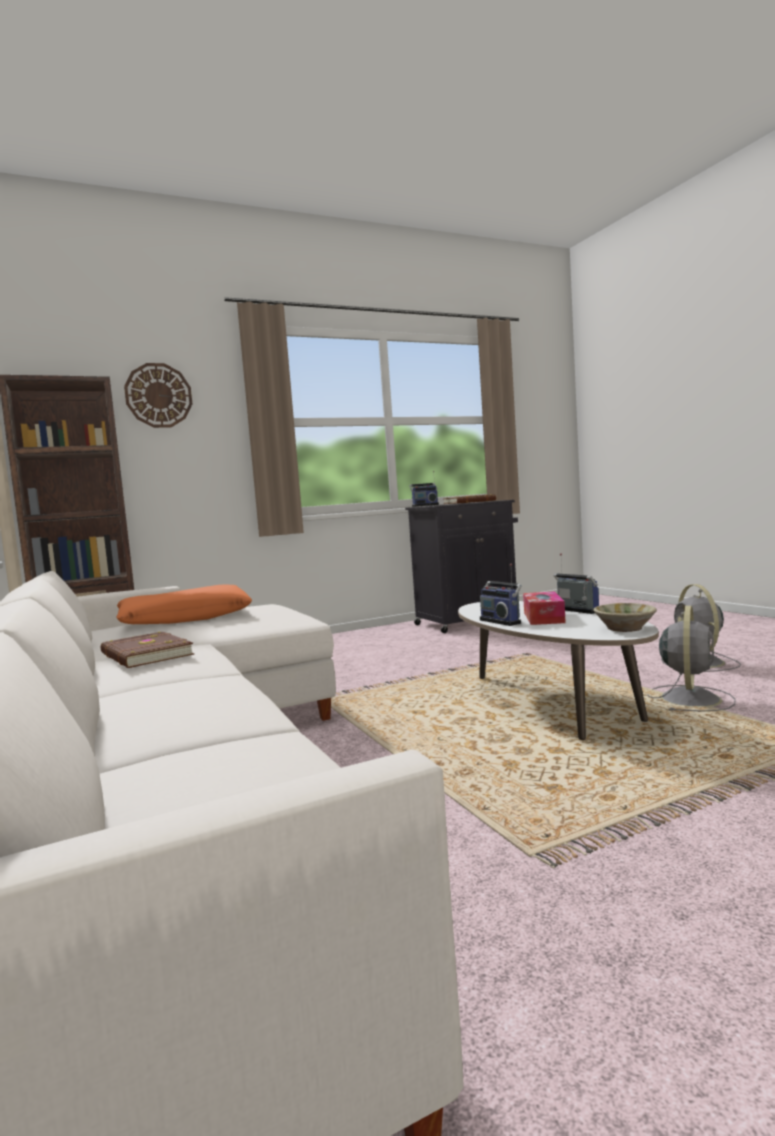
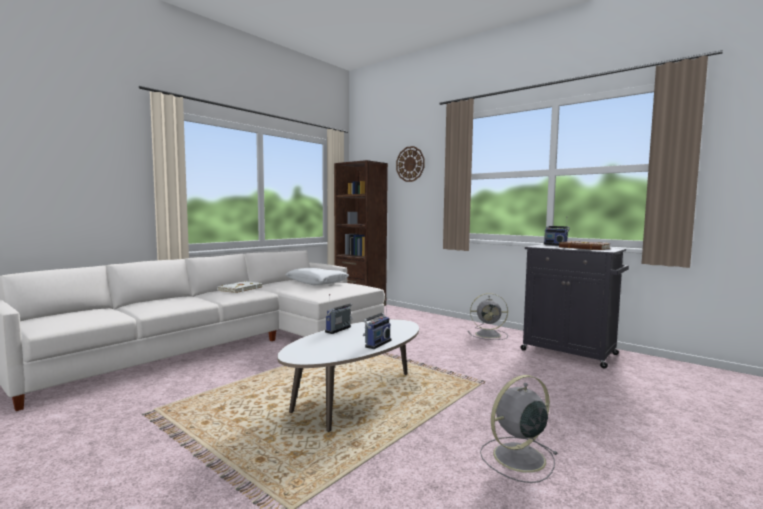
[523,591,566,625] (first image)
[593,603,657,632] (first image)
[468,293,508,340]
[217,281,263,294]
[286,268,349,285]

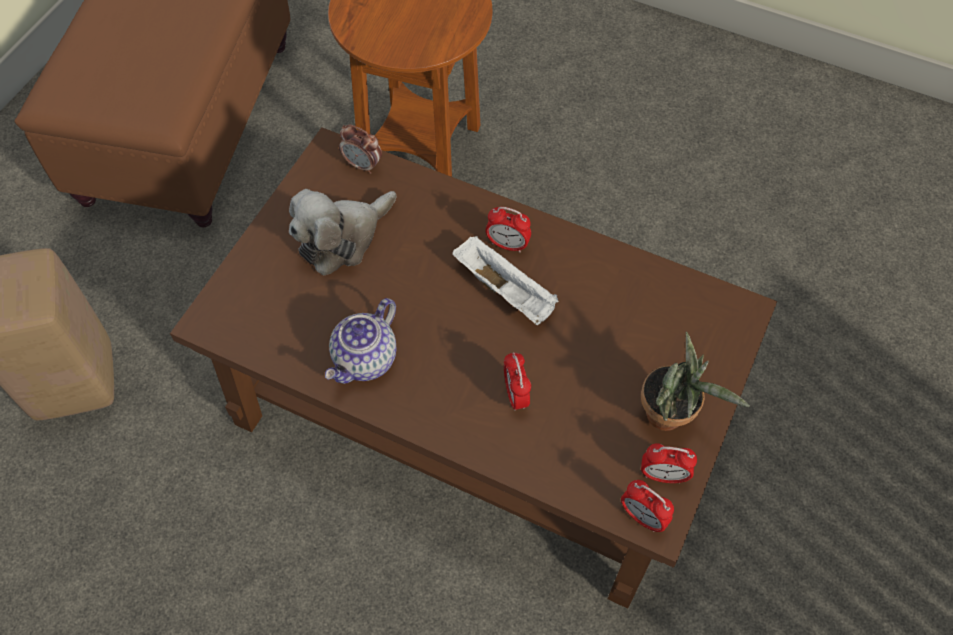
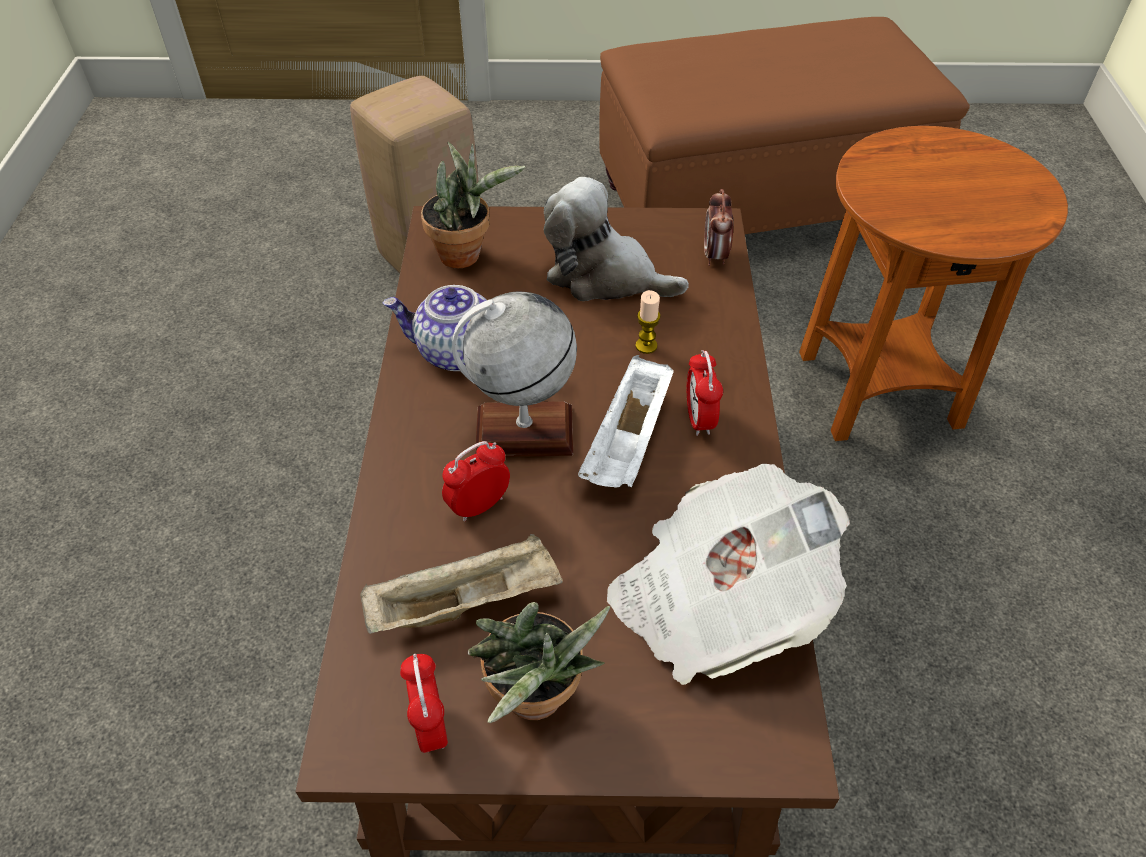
[621,480,674,532] (first image)
[360,534,563,634]
[421,142,526,268]
[452,291,577,457]
[607,464,850,685]
[635,290,661,354]

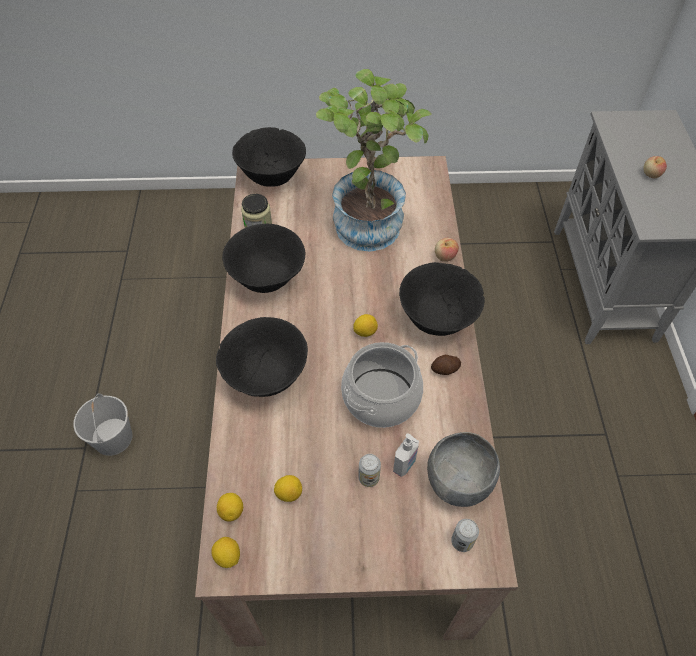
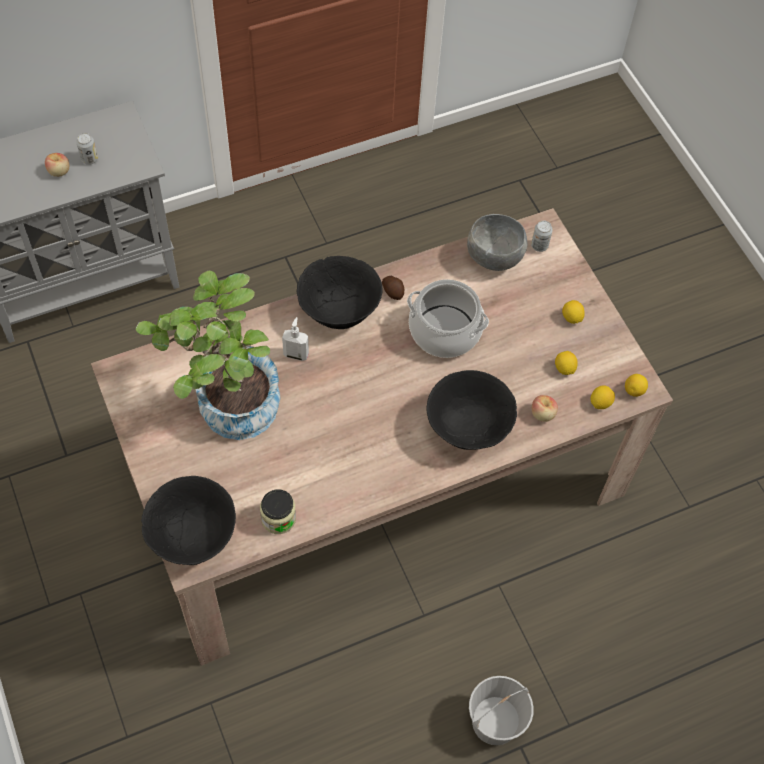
[222,224,305,293] (first image)
[562,300,585,324]
[76,133,98,165]
[282,317,309,361]
[532,395,558,422]

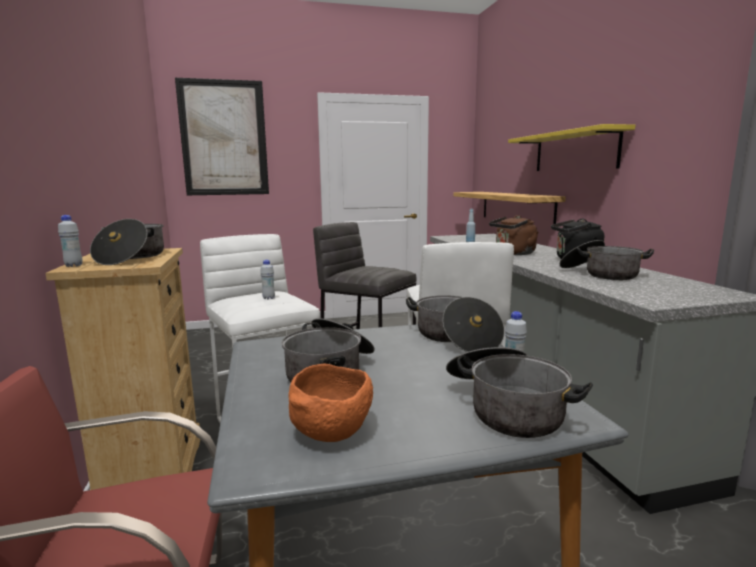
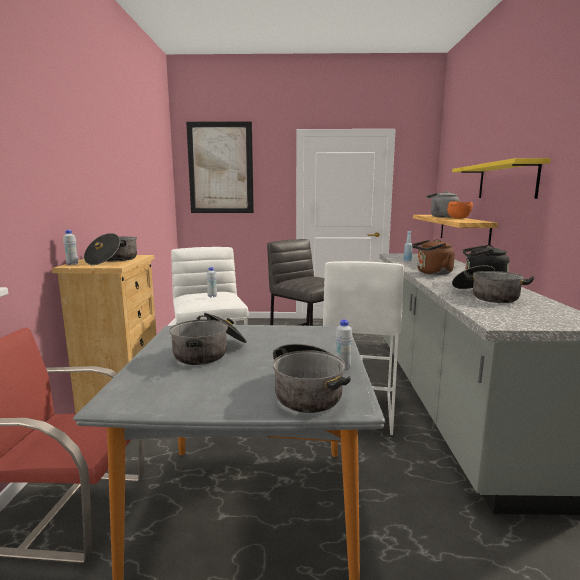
[406,295,505,352] (first image)
[427,191,459,217]
[447,201,473,219]

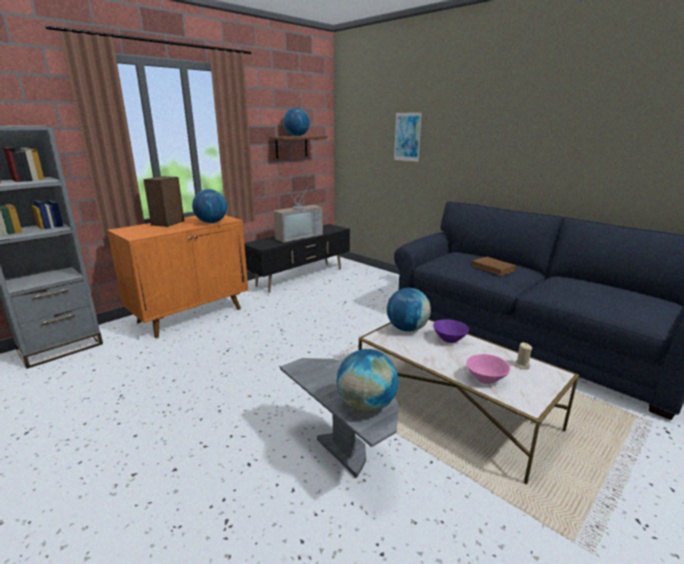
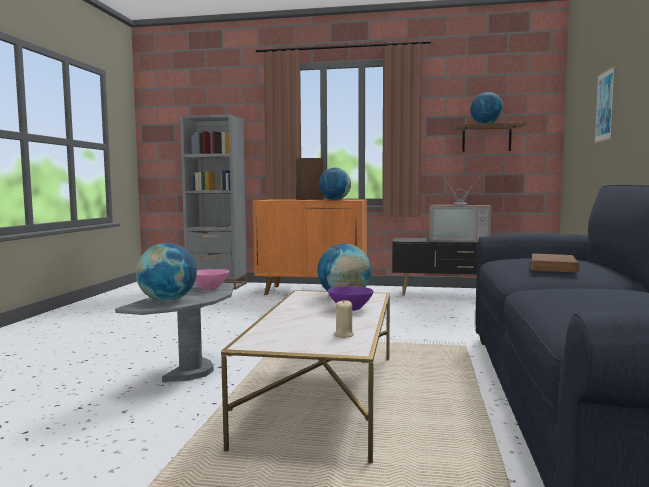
[195,269,229,290]

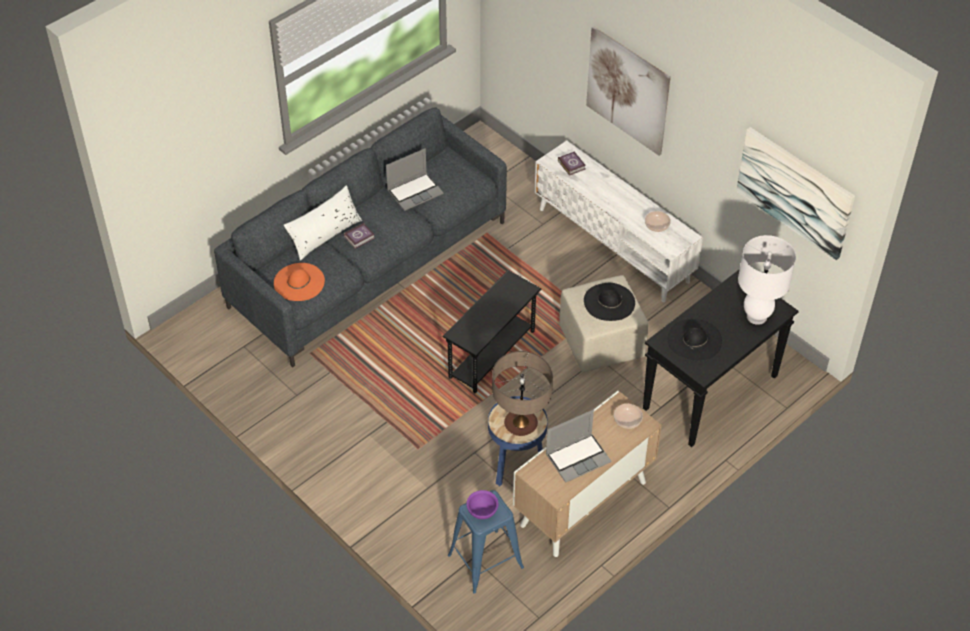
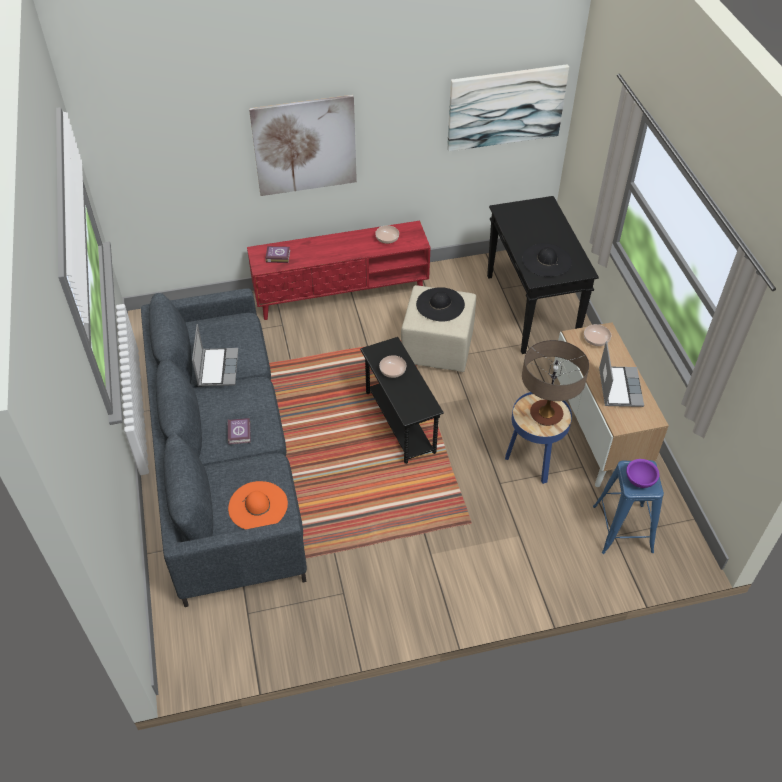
[284,185,362,261] (first image)
[738,235,796,325] (first image)
[379,355,406,378]
[247,221,431,320]

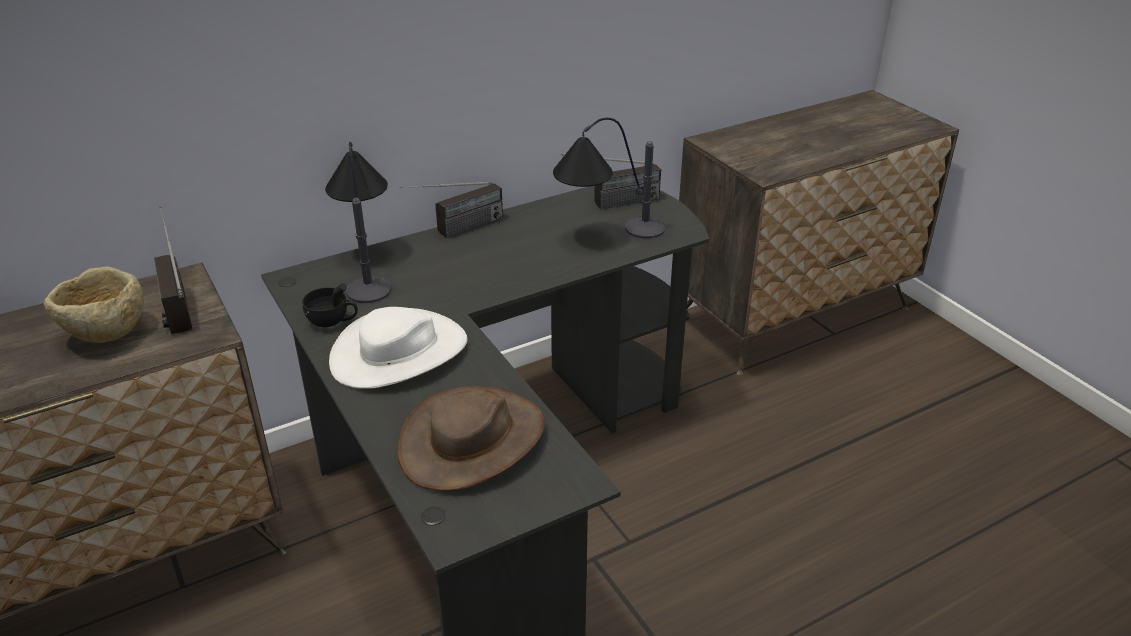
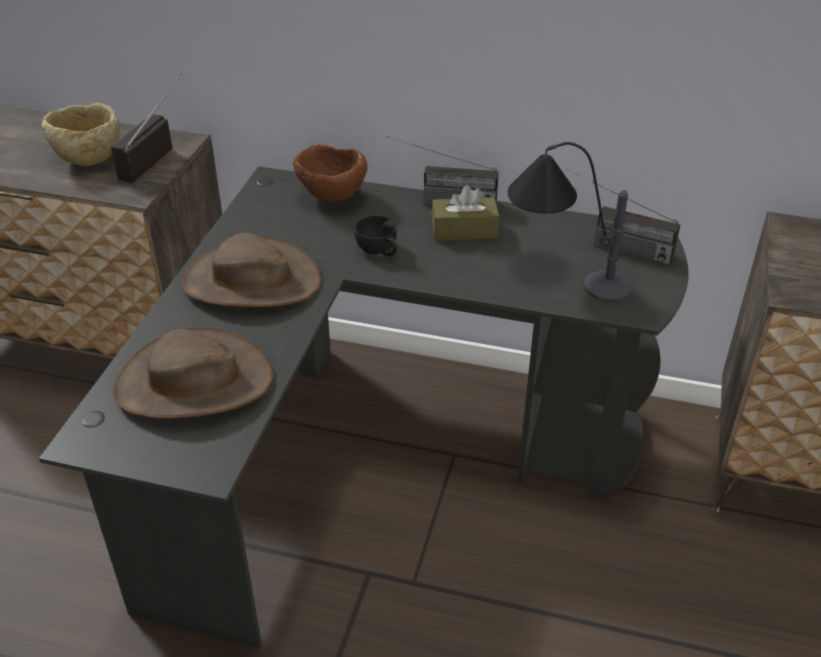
[431,185,499,241]
[354,215,397,256]
[293,144,368,201]
[182,233,322,307]

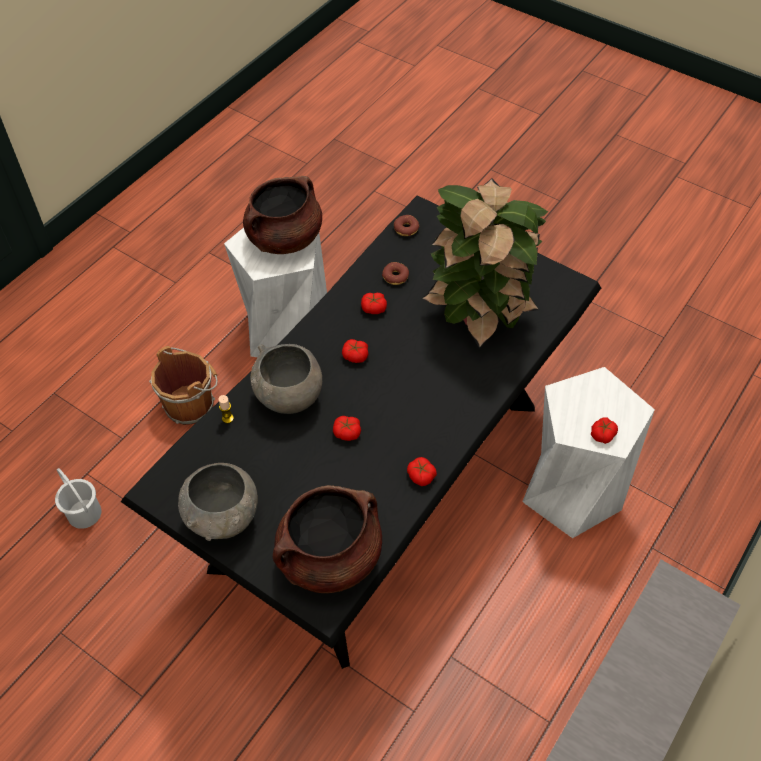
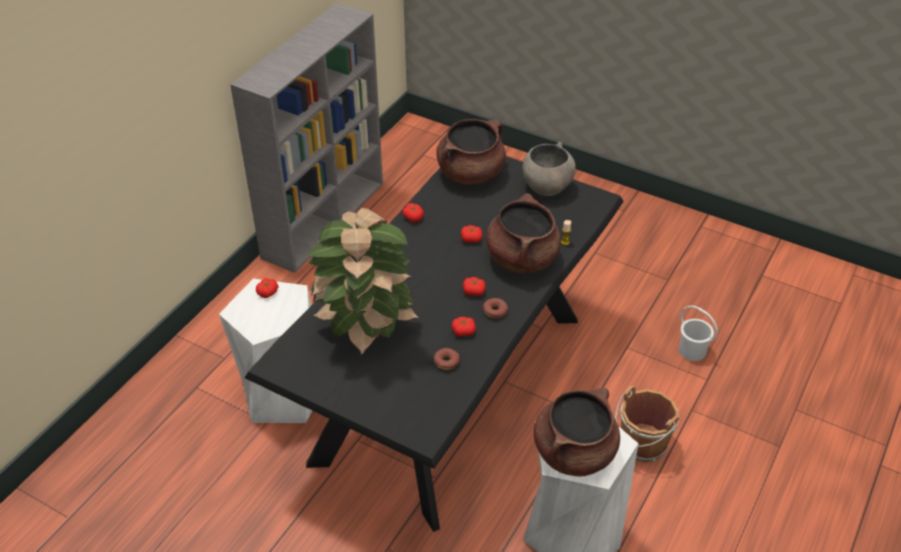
[483,298,508,319]
[486,193,561,273]

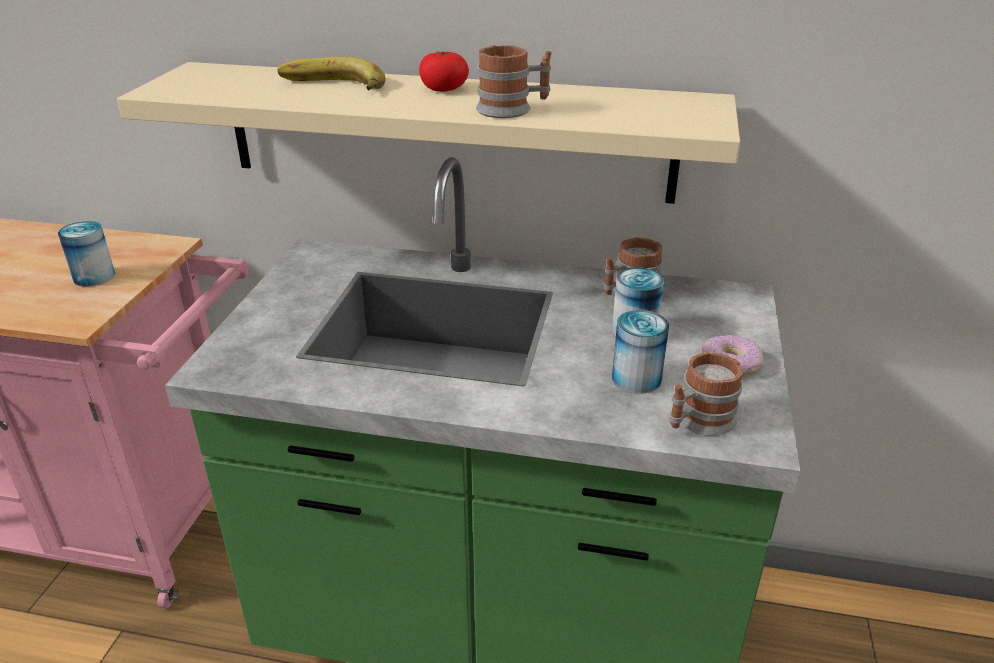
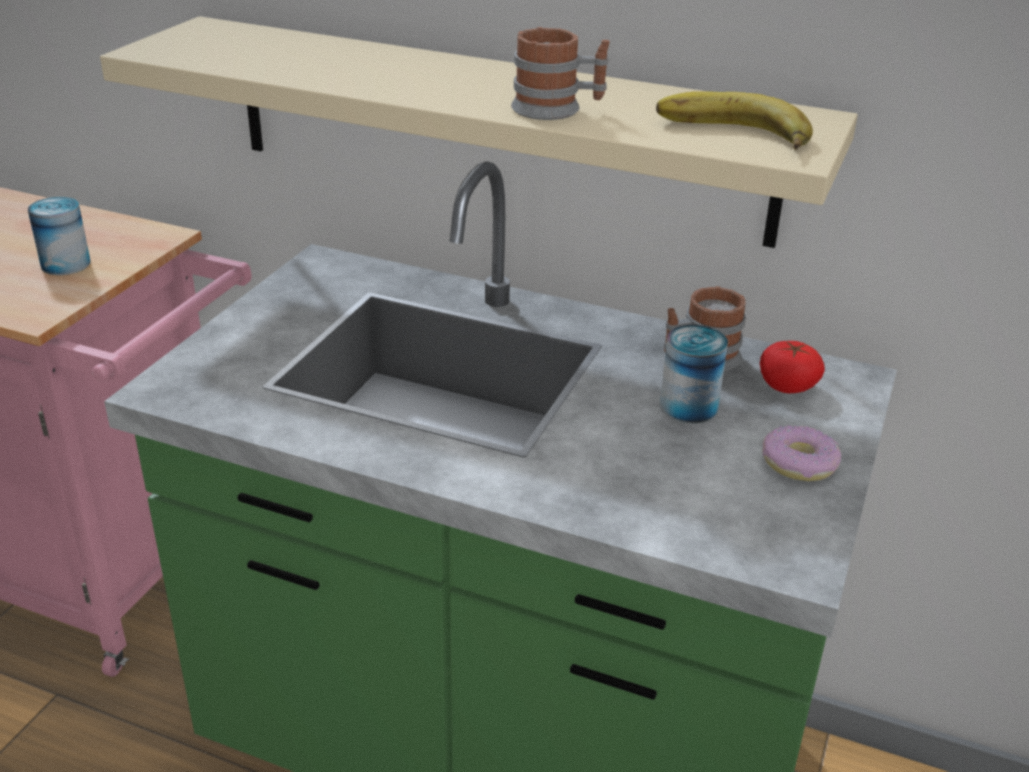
[612,310,669,394] (first image)
[669,352,743,436] (first image)
[656,91,813,150]
[760,341,825,393]

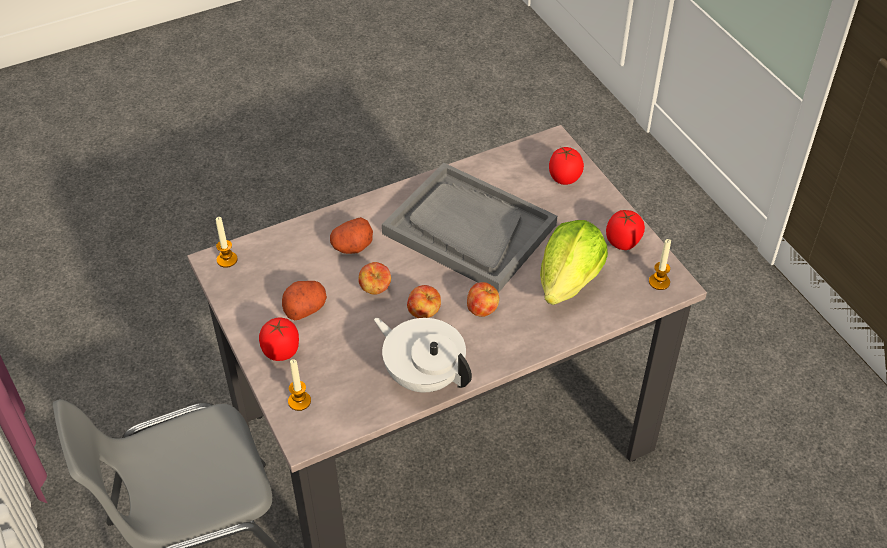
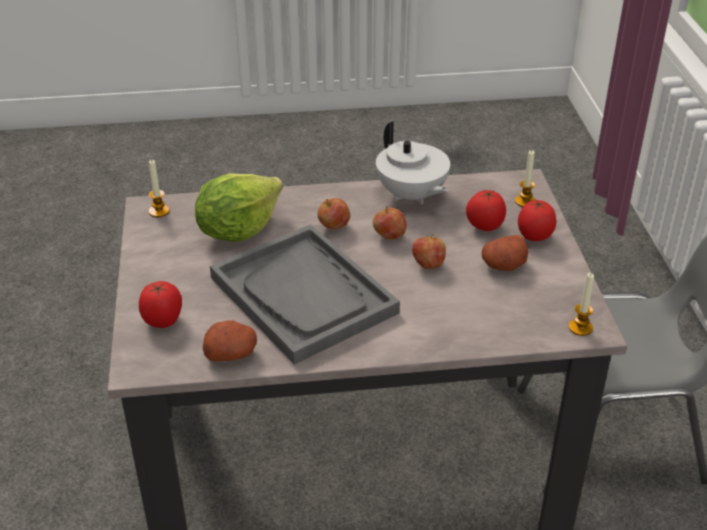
[203,320,257,362]
[466,190,506,231]

